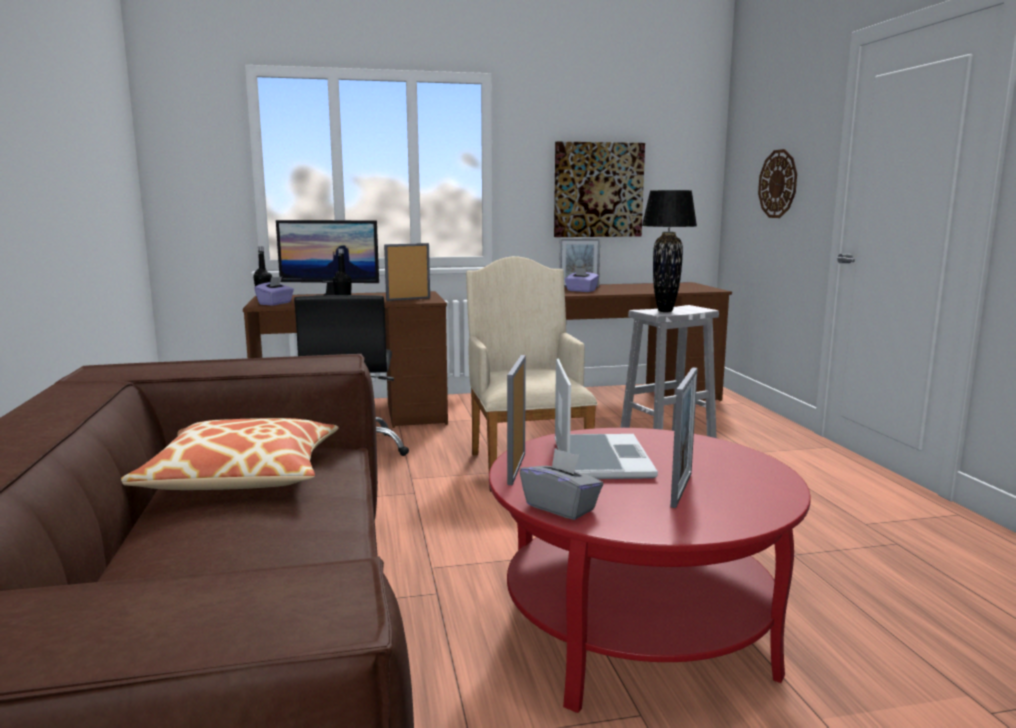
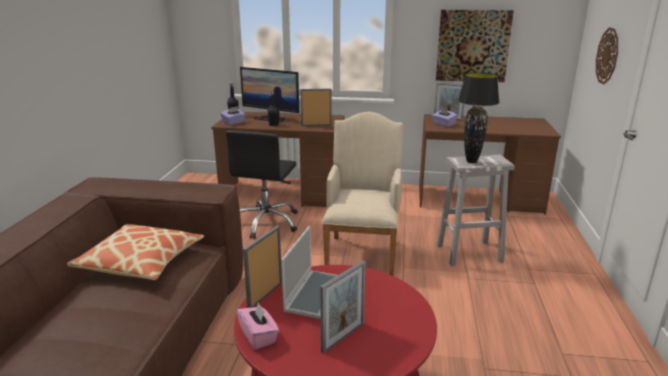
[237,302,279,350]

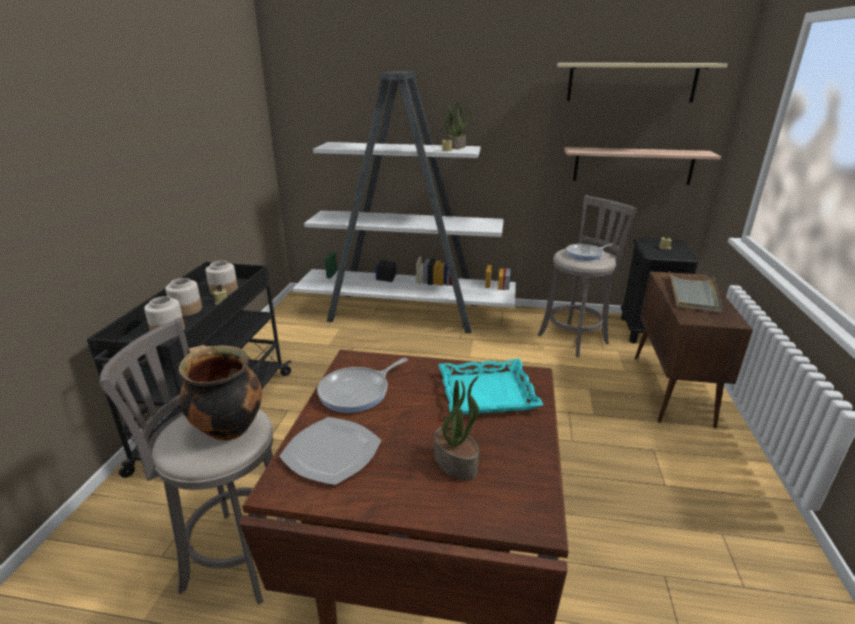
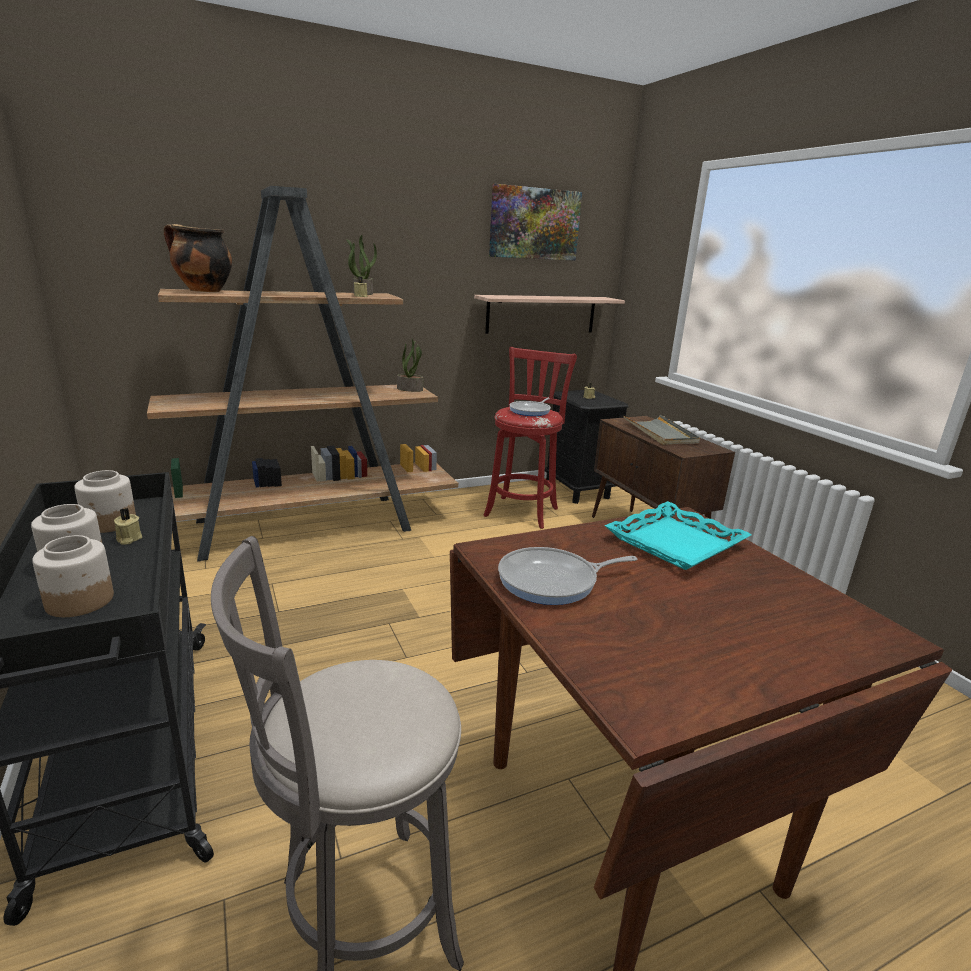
[279,417,381,485] (first image)
[164,224,232,292]
[397,339,423,392]
[489,184,582,261]
[147,186,458,561]
[483,347,577,529]
[498,547,637,605]

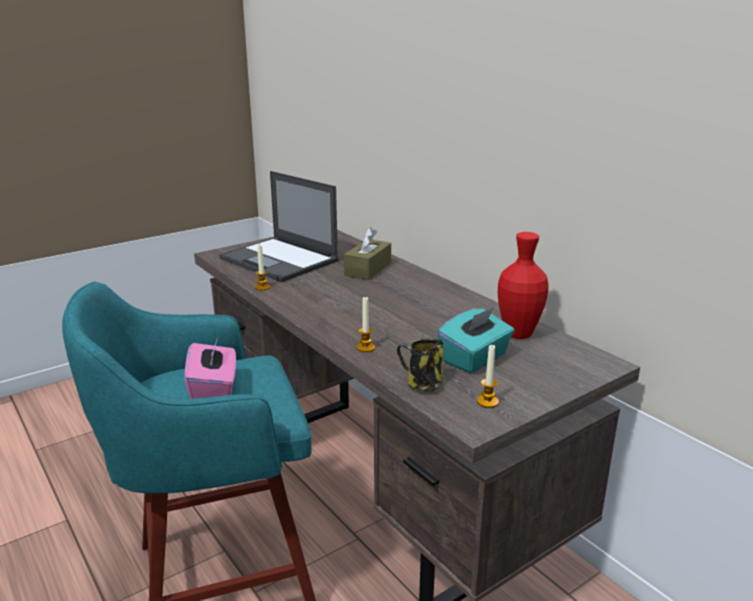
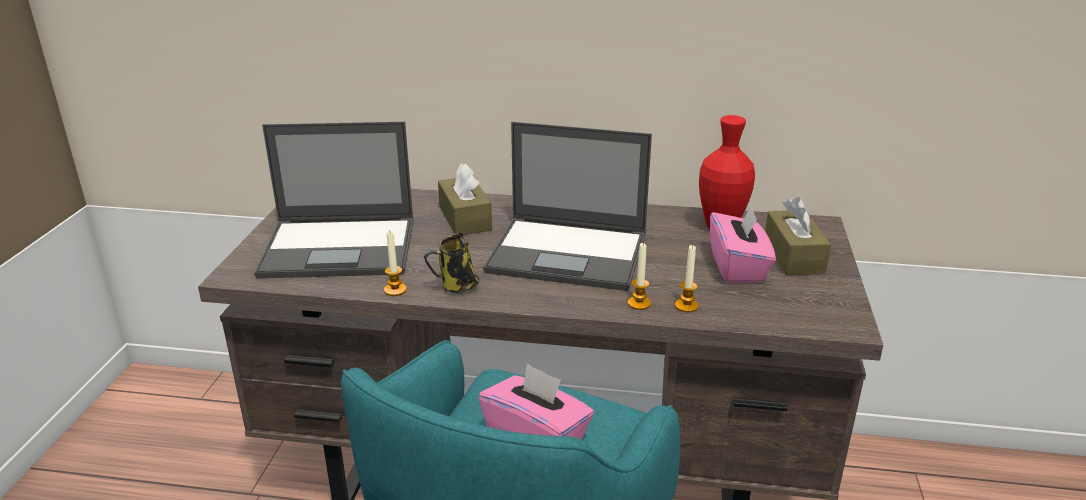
[483,122,652,291]
[765,197,831,275]
[424,233,479,293]
[675,245,699,312]
[710,206,776,283]

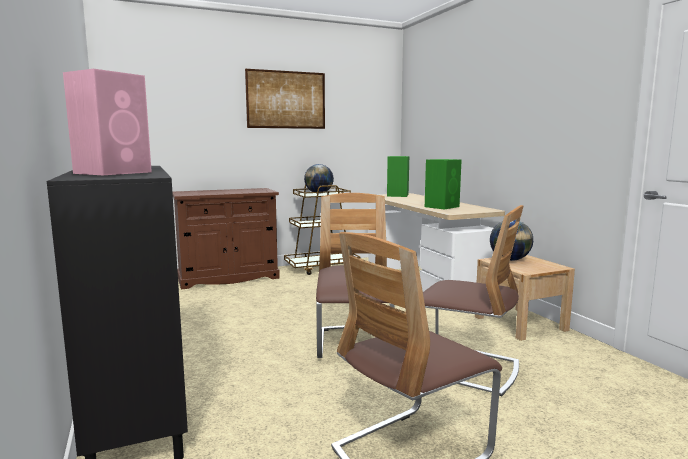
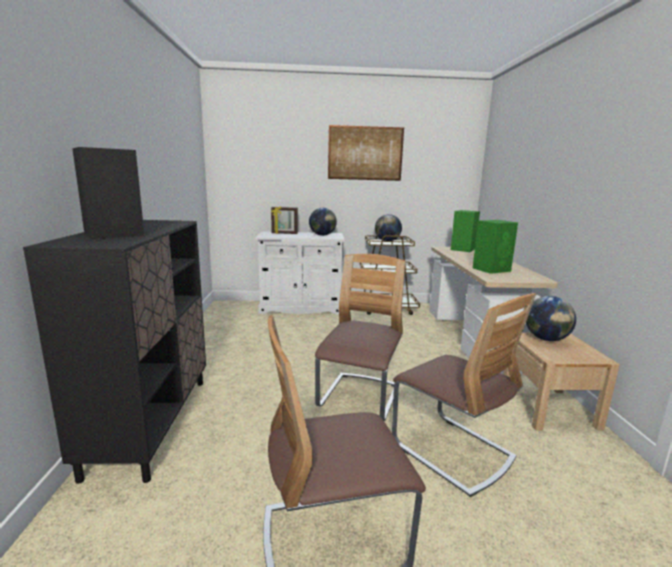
[271,207,298,234]
[309,208,337,236]
[72,147,144,239]
[256,231,345,314]

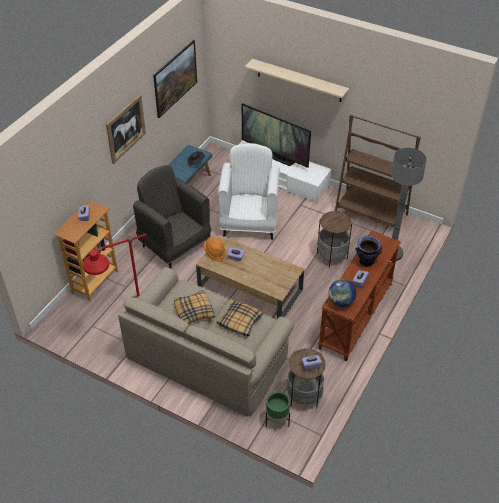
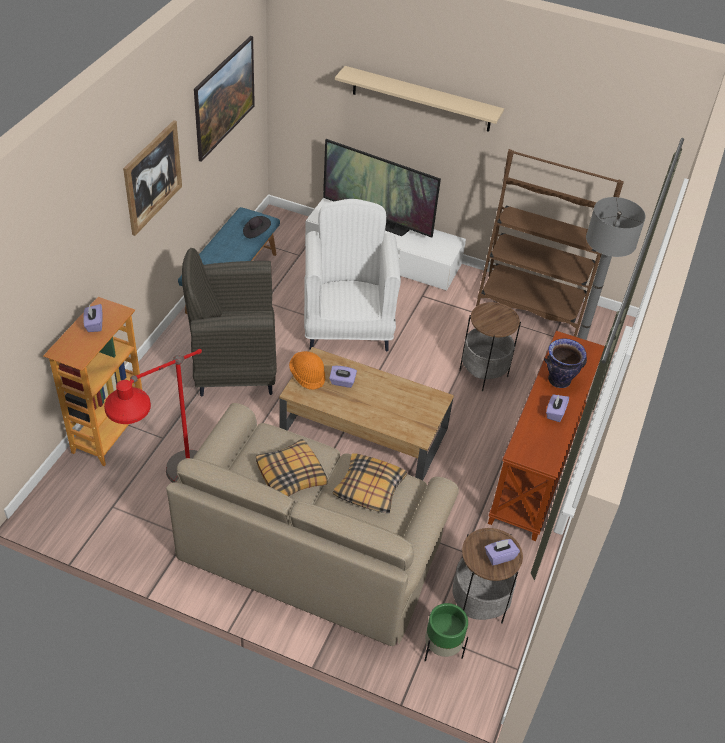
[329,279,356,307] (first image)
[182,248,277,396]

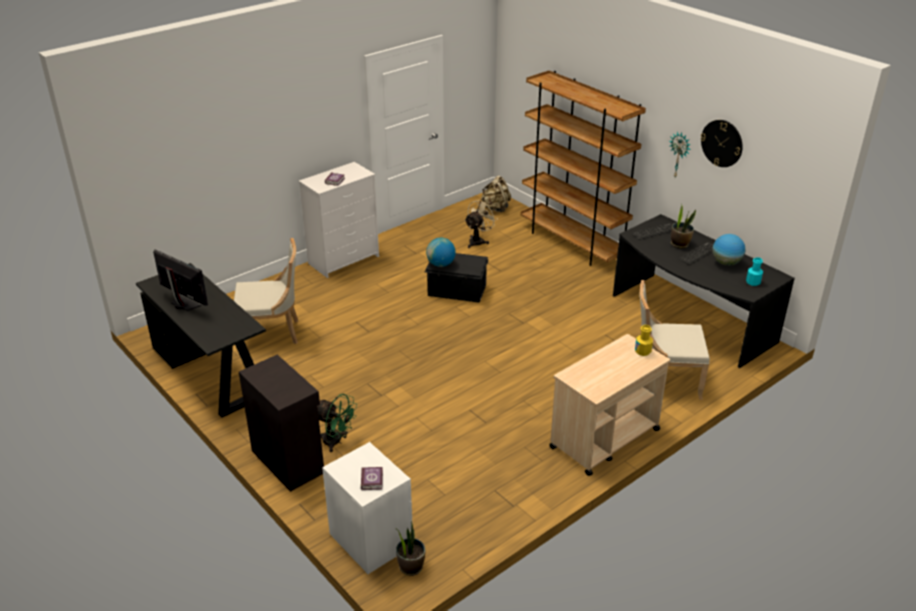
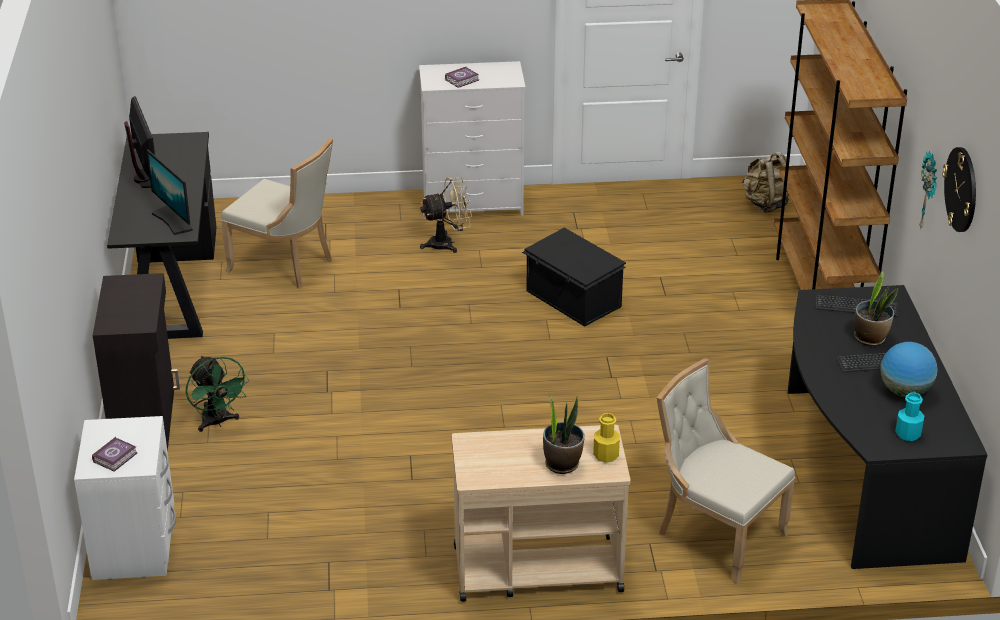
[426,238,456,267] (first image)
[146,149,193,235]
[543,395,585,474]
[420,177,472,253]

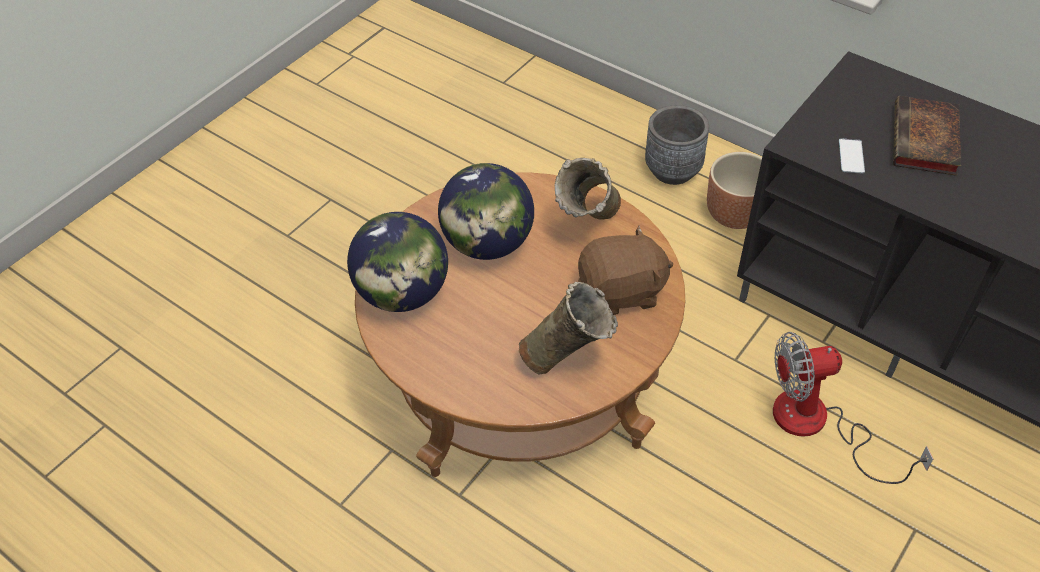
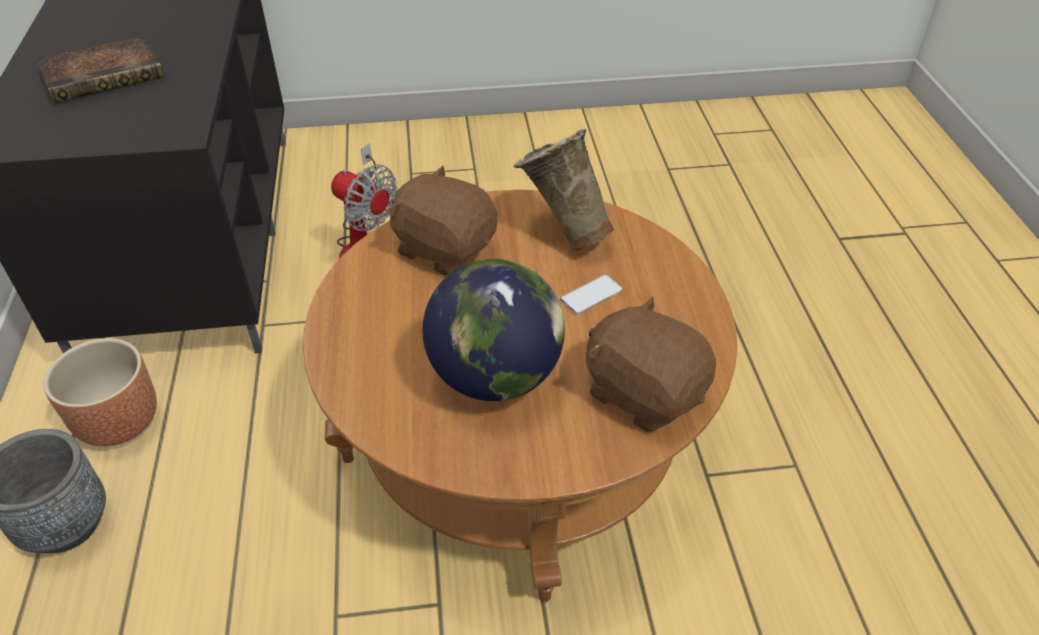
[555,158,621,220] (first image)
[560,274,623,314]
[586,296,716,432]

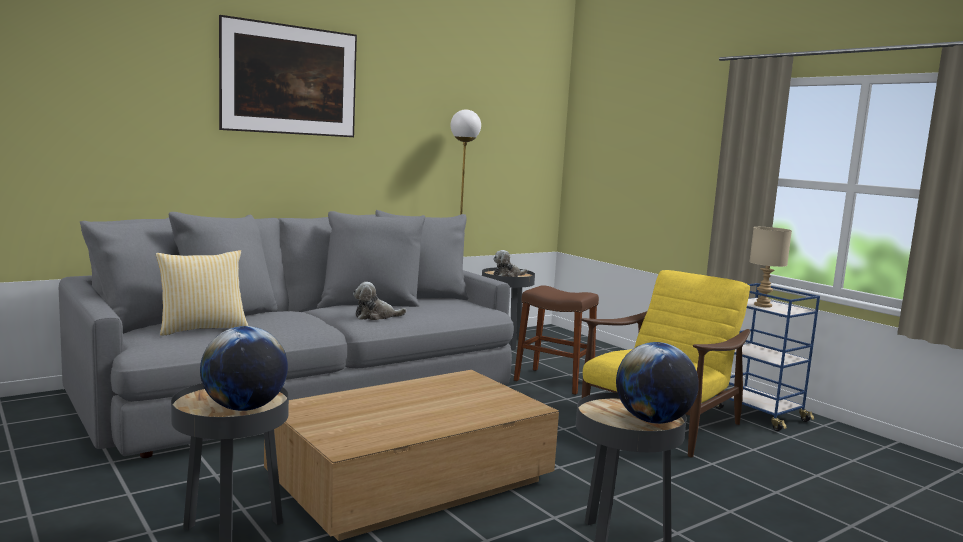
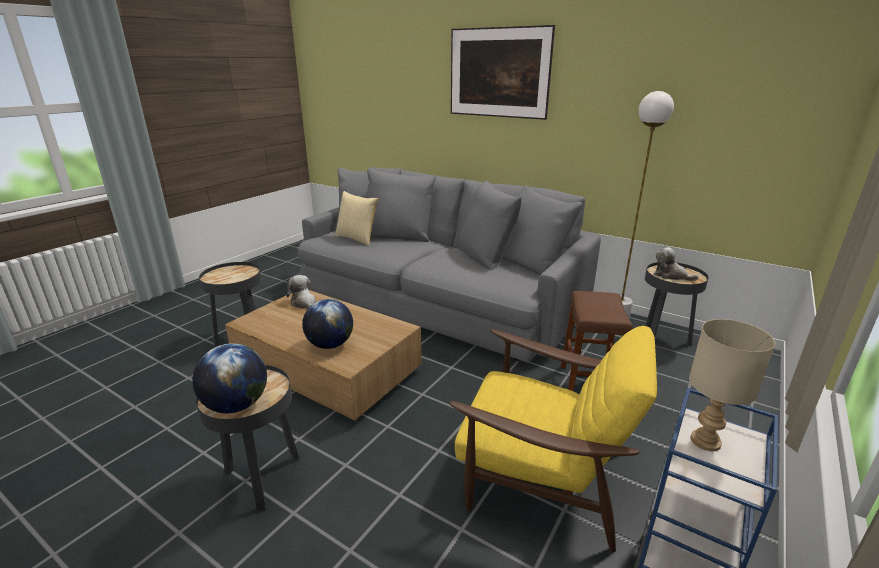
[302,299,353,349]
[287,275,316,309]

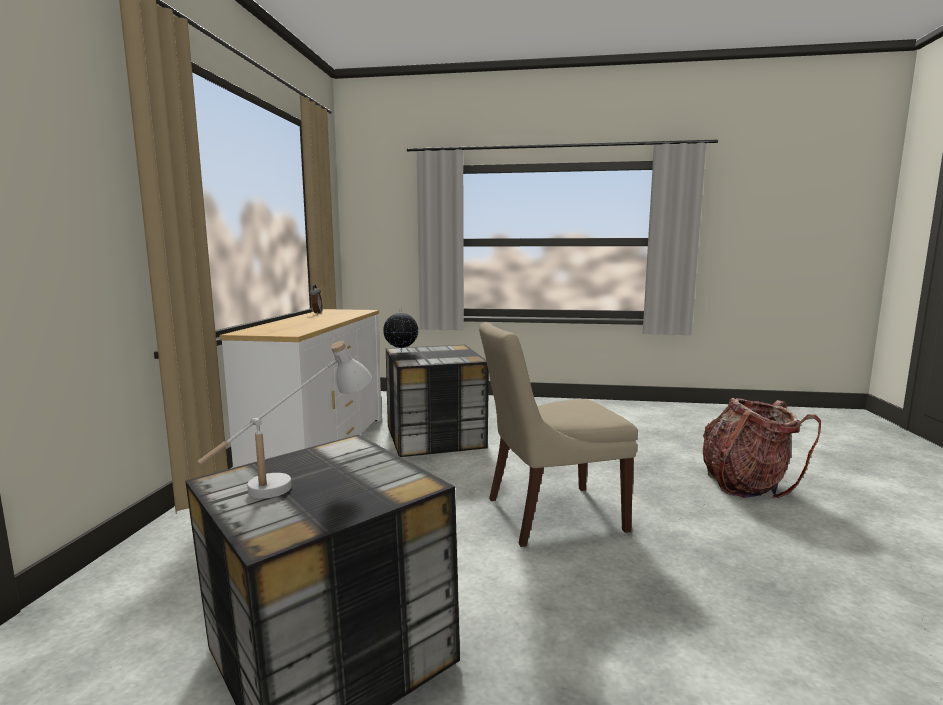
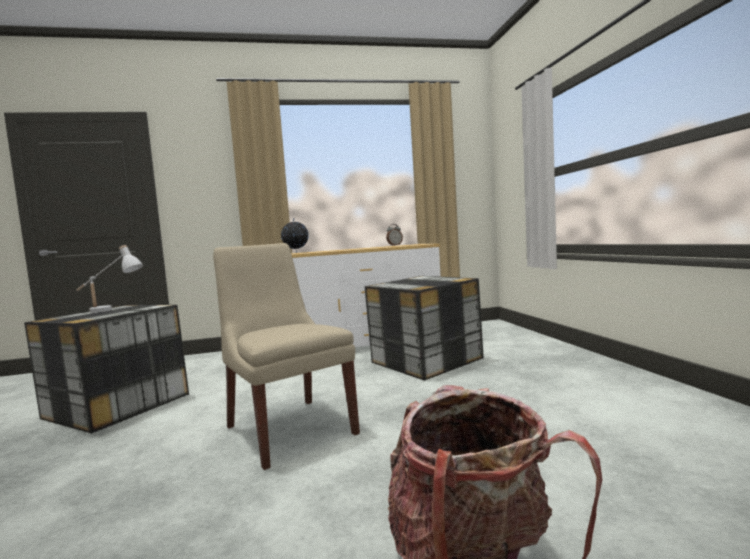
[281,218,309,253]

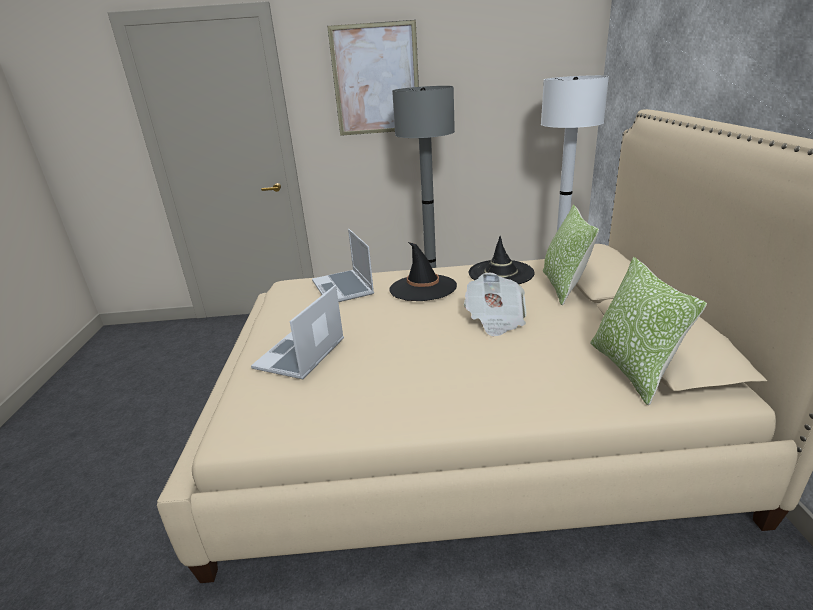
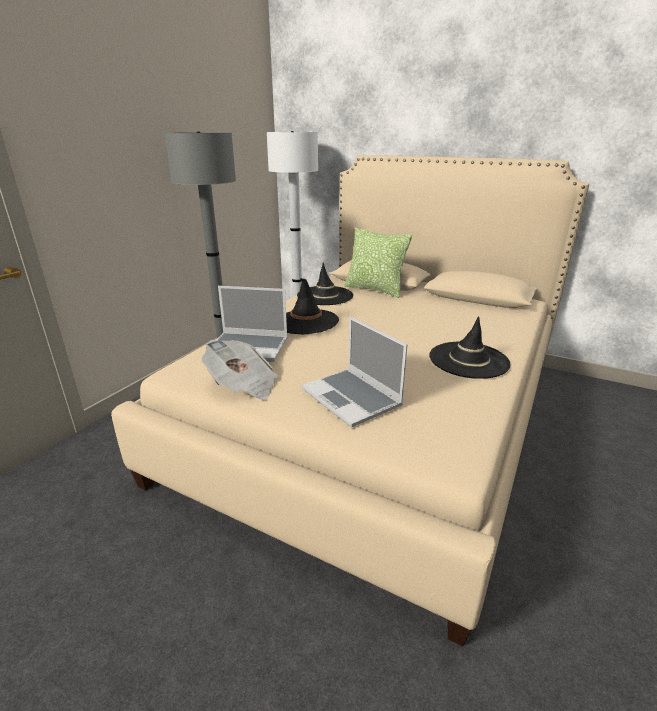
[327,20,419,136] (first image)
[590,257,707,405] (first image)
[429,316,511,379]
[202,339,278,400]

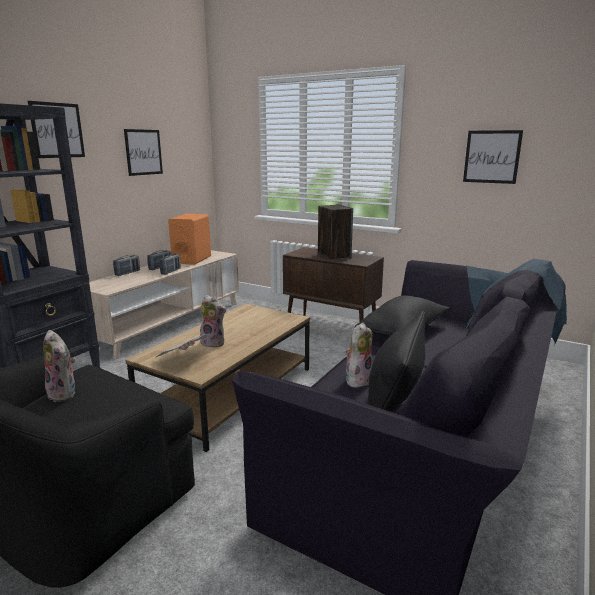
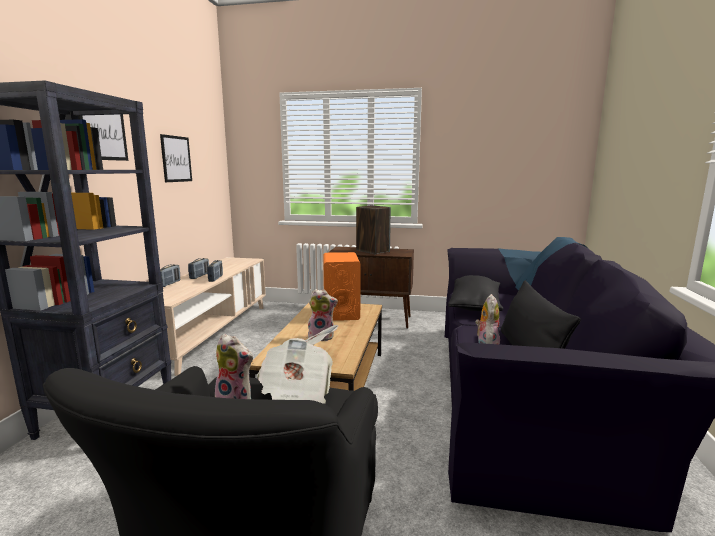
[463,130,523,184] (first image)
[257,338,333,404]
[323,252,361,321]

